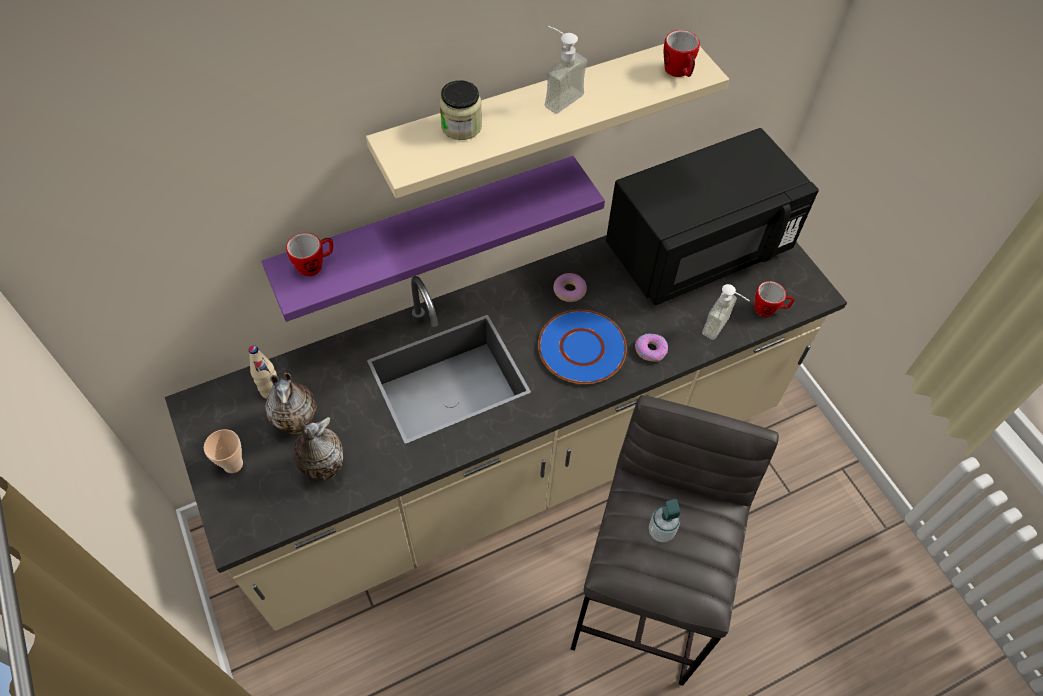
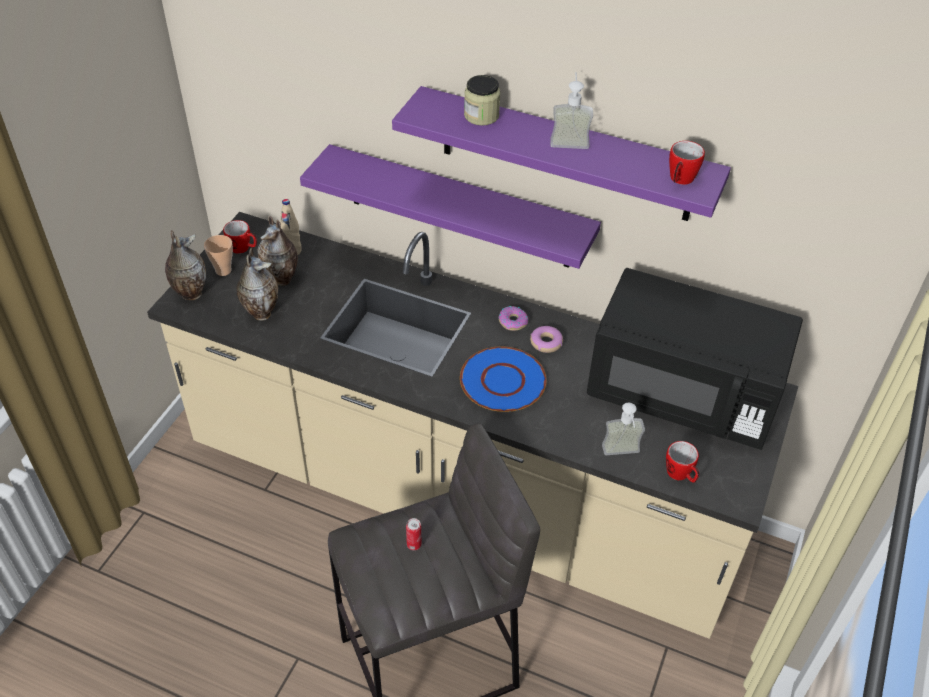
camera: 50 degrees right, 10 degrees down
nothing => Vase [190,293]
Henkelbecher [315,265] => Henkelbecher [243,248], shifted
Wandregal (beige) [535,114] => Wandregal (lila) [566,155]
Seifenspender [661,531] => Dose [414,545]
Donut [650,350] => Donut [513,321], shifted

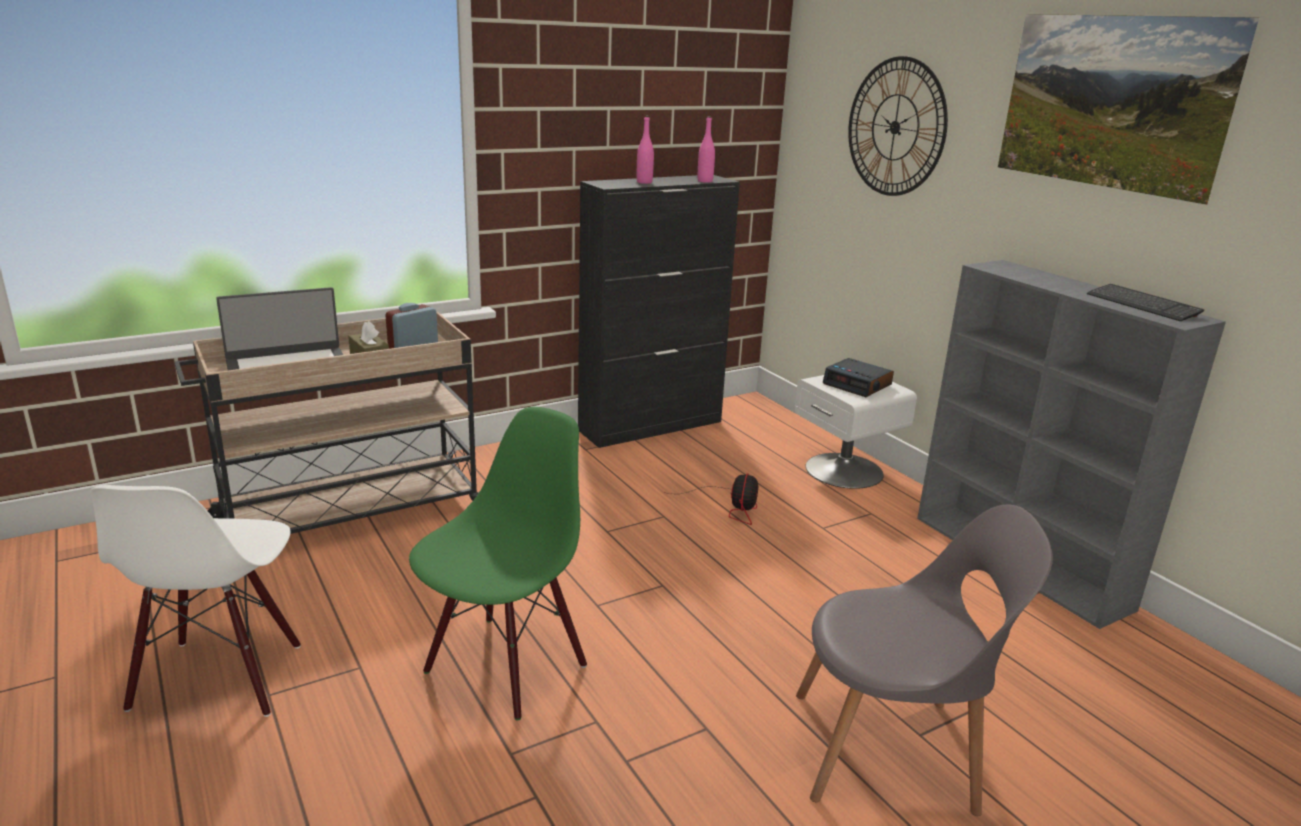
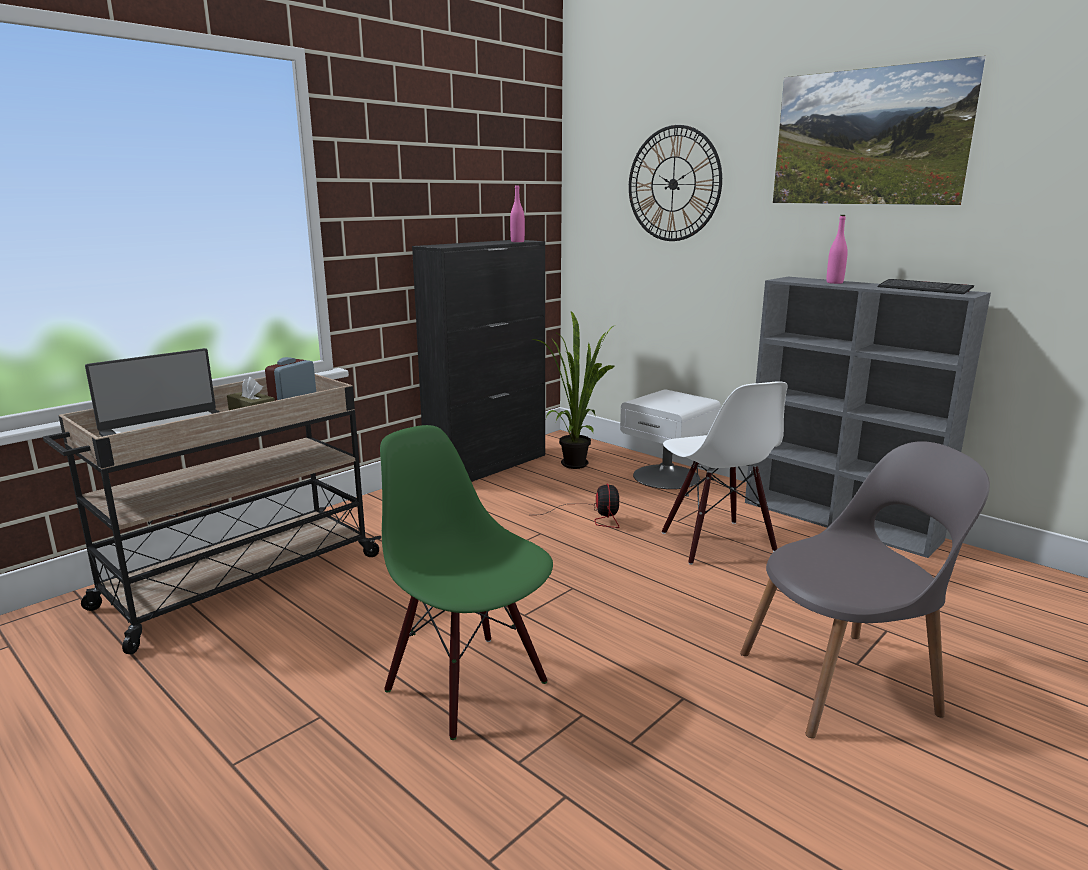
camera: 15 degrees left, 5 degrees down
Stuhl (grün) [505,666] => Stuhl (grün) [468,684], 60 degrees counterclockwise
nothing => Topfpflanze [577,462]
Stuhl (weiß) [219,678] => Stuhl (weiß) [716,542], shifted
Flasche (rosa) [644,182] => Flasche (rosa) [834,282], shifted
Wecker [858,385] => nothing

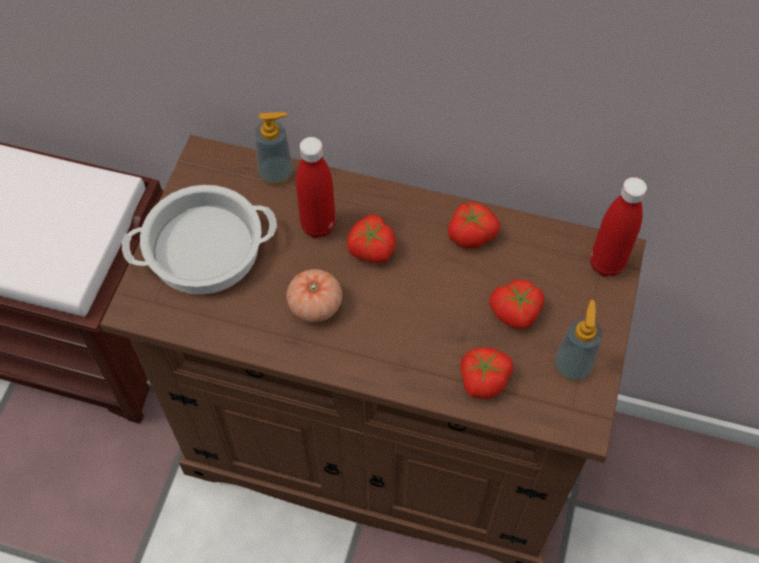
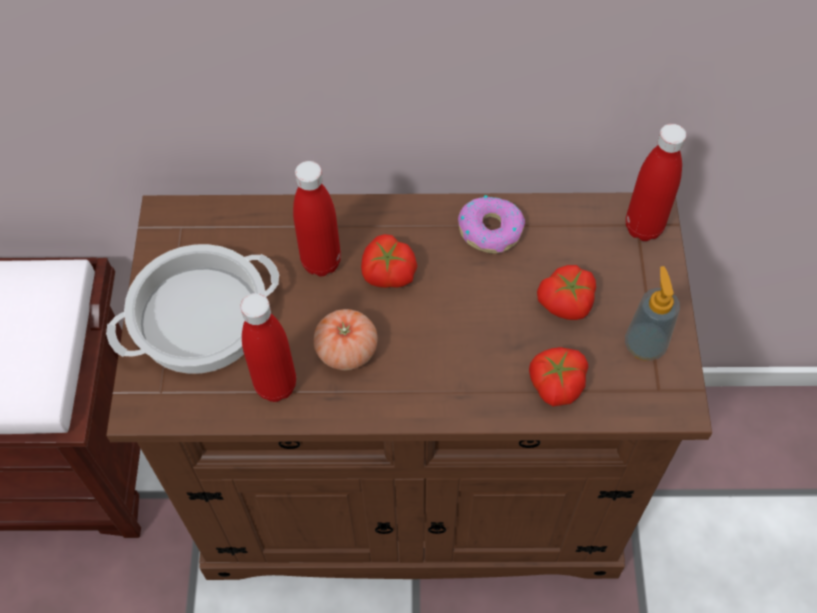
camera: 15 degrees left, 0 degrees up
nothing => Flasche (rot) [276,385]
Tomate [470,233] => Donut [490,230]
Seifenspender [276,173] => nothing

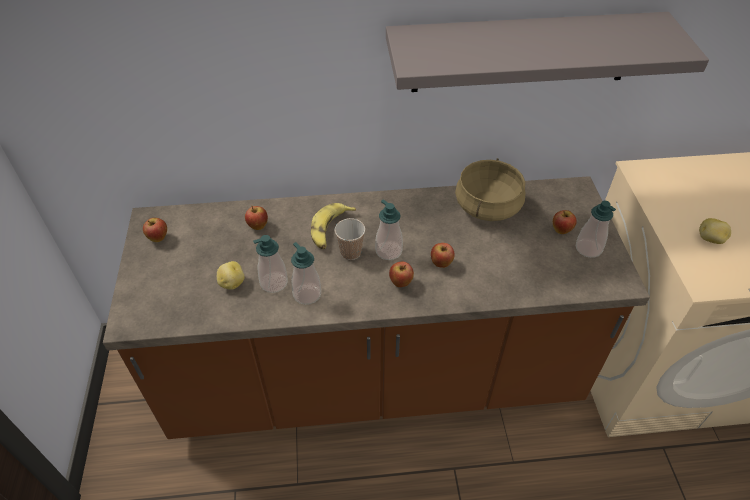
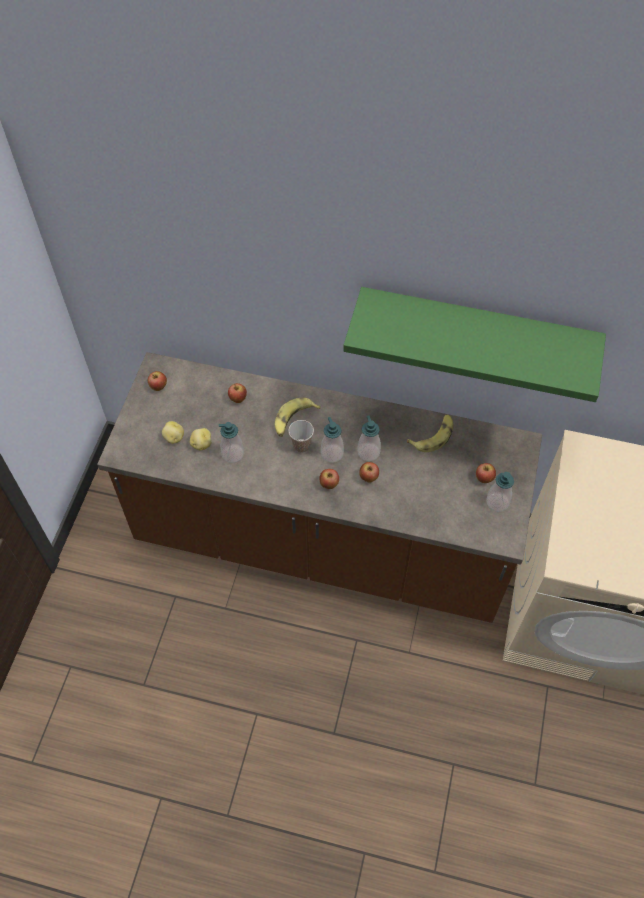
camera: 20 degrees right, 10 degrees up
Kartoffel [710,239] => Kartoffel [174,438], shifted
Wandregal (grau) [522,53] => Wandregal (grün) [477,330]
Seifenspender [307,294] => Seifenspender [368,452], shifted
Kochtopf (beige) [487,206] => Banane [433,436]

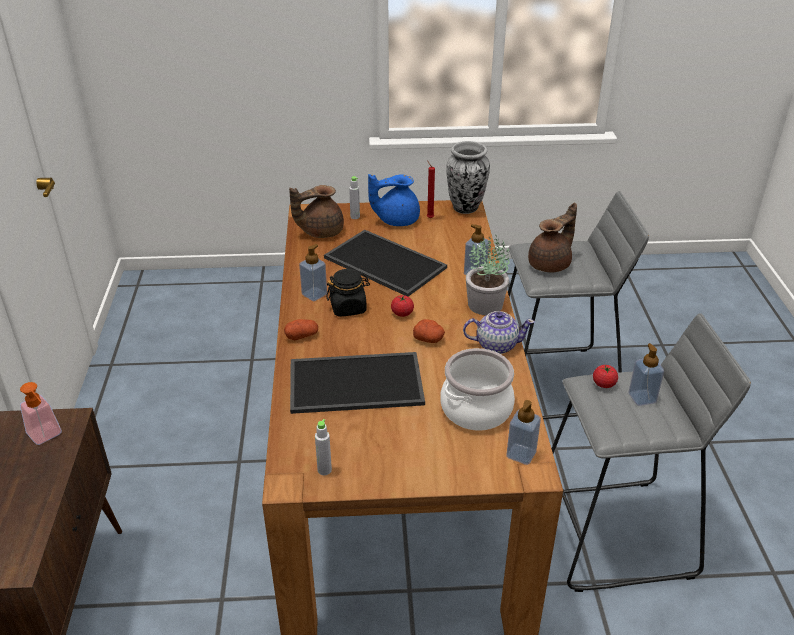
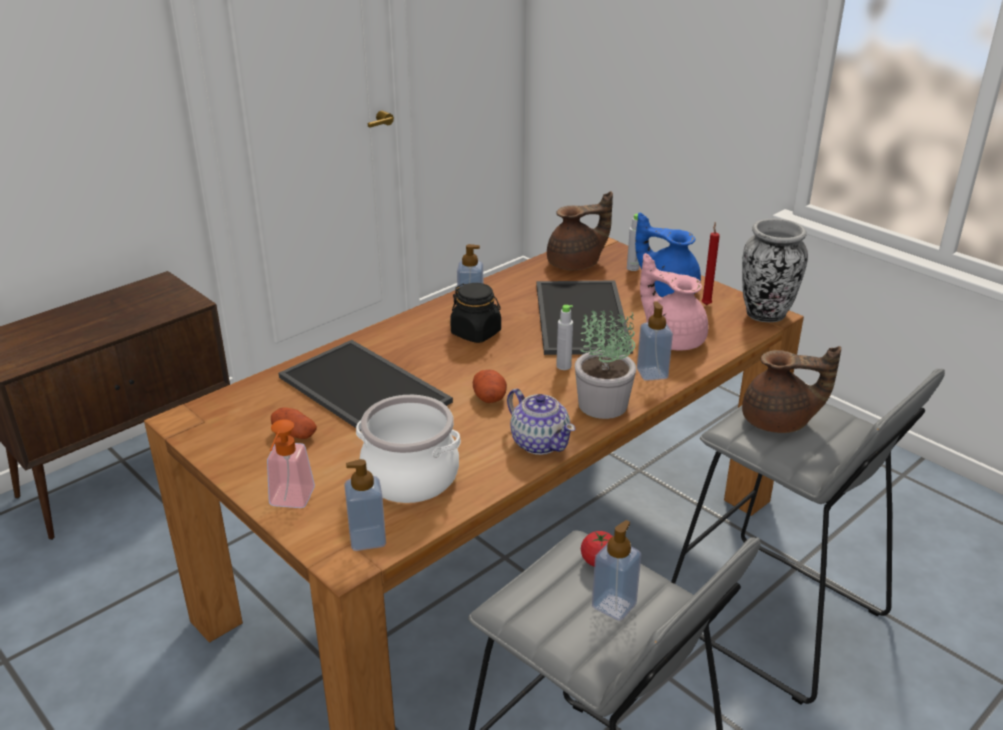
camera: 50 degrees right, 5 degrees down
Seifenspender [47,436] => Seifenspender [289,502], shifted
Kartoffel [302,336] => Kartoffel [295,434], shifted
Teekanne (braun) [320,231] => Teekanne (braun) [576,264], 135 degrees clockwise
Flasche (grau) [324,470] => Flasche (grau) [563,366], shifted
nothing => Teekanne (rosa) [672,338]
Tomate [402,313] => nothing

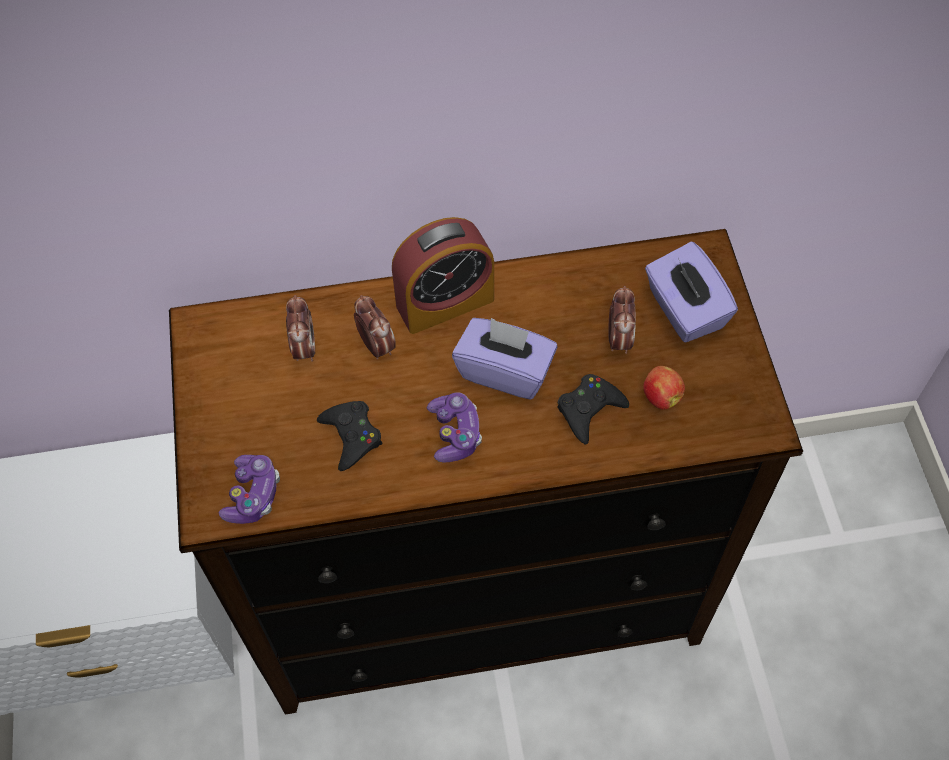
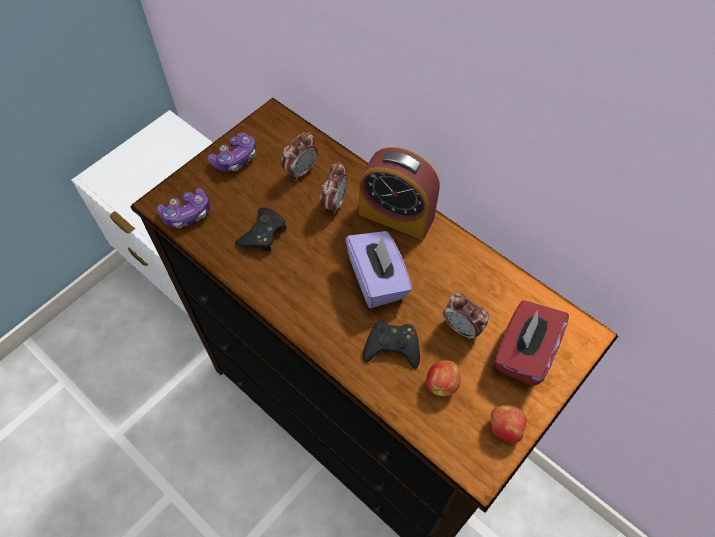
camera: 50 degrees right, 0 degrees up
Gamepad [455,433] => Gamepad [235,159], shifted
Wecker [619,339] => Wecker [462,328], 75 degrees clockwise
nothing => Apfel [504,428]
Taschentuchbox (lila) [684,310] => Taschentuchbox (rot) [523,353]

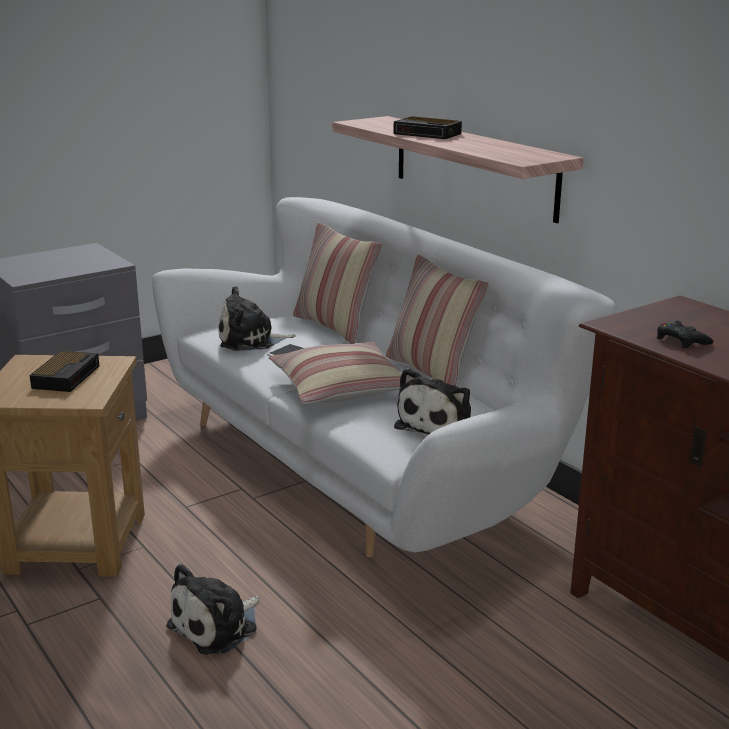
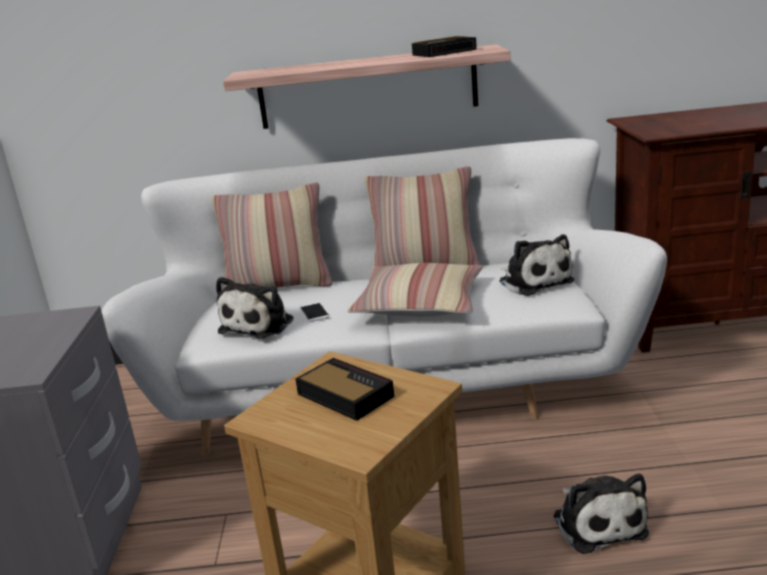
camera: 55 degrees left, 0 degrees up
Wecker [428,134] => Wecker [445,52], shifted
Gamepad (schwarz) [681,341] => nothing

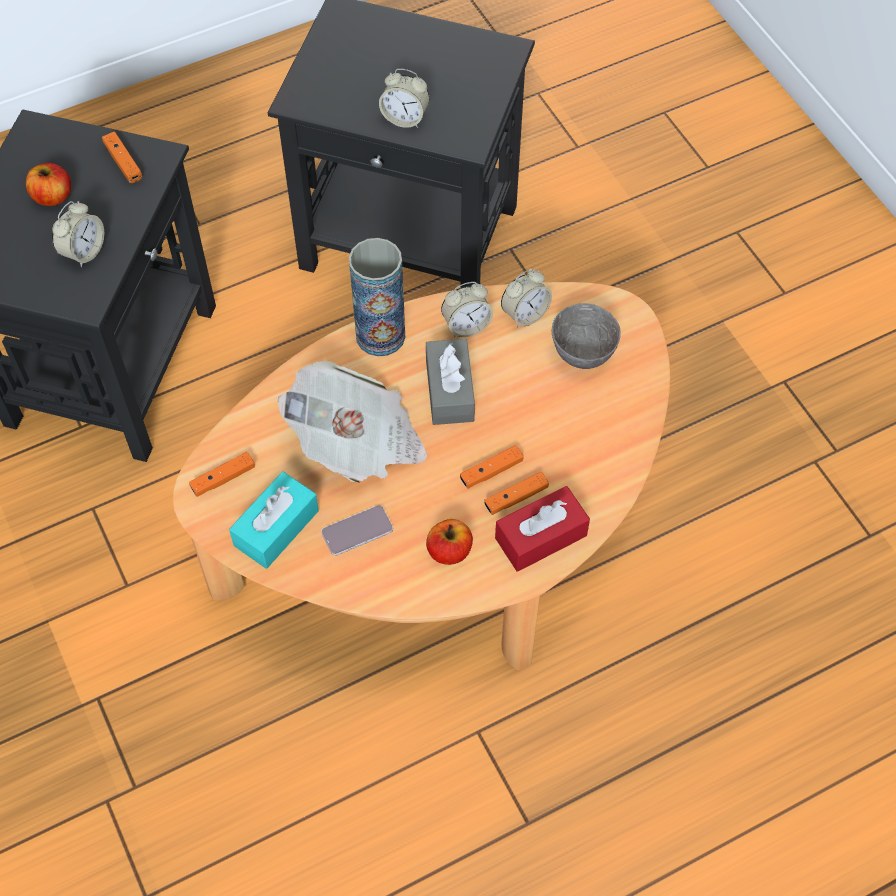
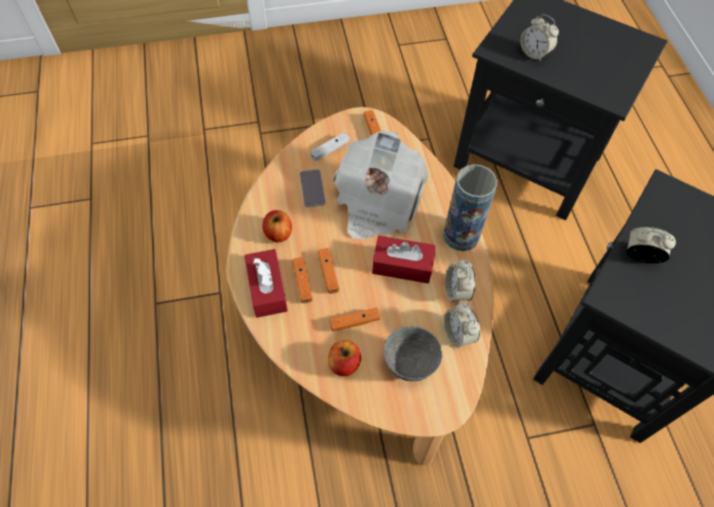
camera: 105 degrees right, 0 degrees up
Taschentuchbox (türkis) [276,528] => Gamepad (weiß) [330,150]
Apfel [53,196] => Apfel [344,363], shifted
Gamepad (orange) [123,162] => Gamepad (orange) [354,322], shifted
Taschentuchbox (grau) [449,390] => Taschentuchbox (rot) [402,265]
Wecker [405,118] => Wecker [641,256], 75 degrees clockwise

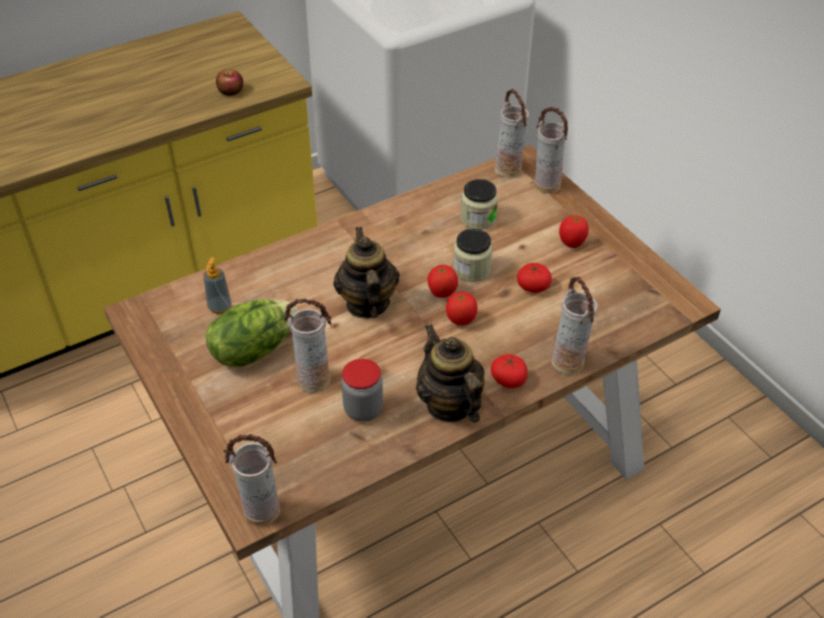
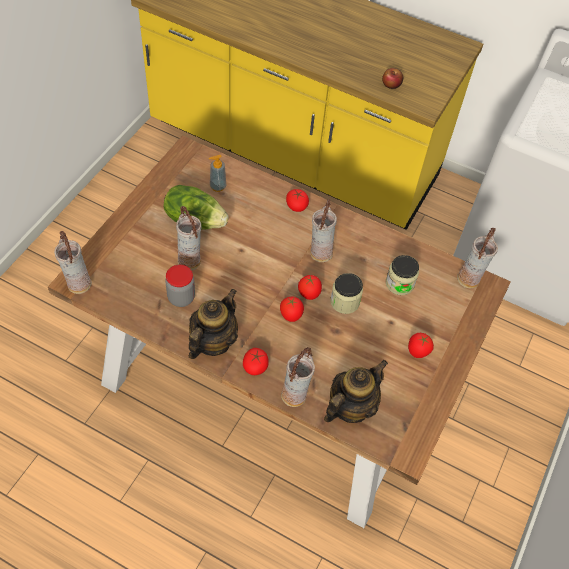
camera: 55 degrees right, 10 degrees up
Tomate [533,286] => Tomate [296,206], shifted
Vase [546,186] => Vase [320,253], shifted
Teekanne [367,304] => Teekanne [350,407], shifted

